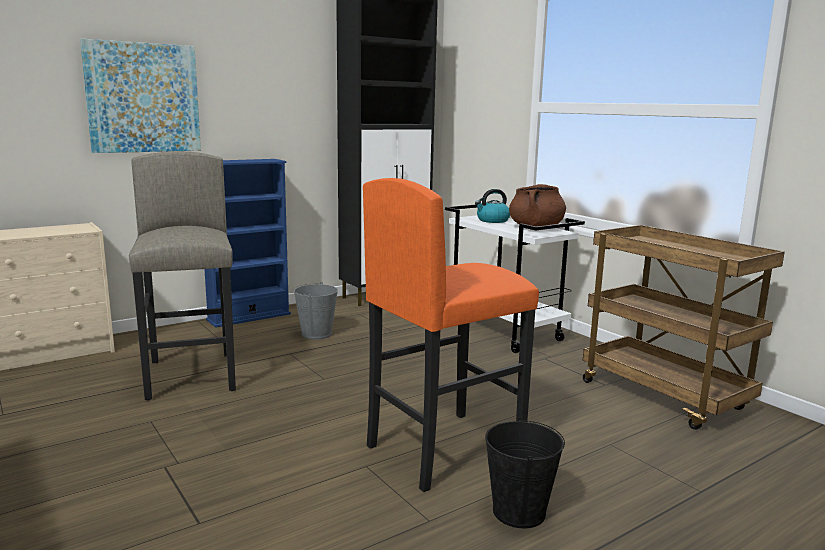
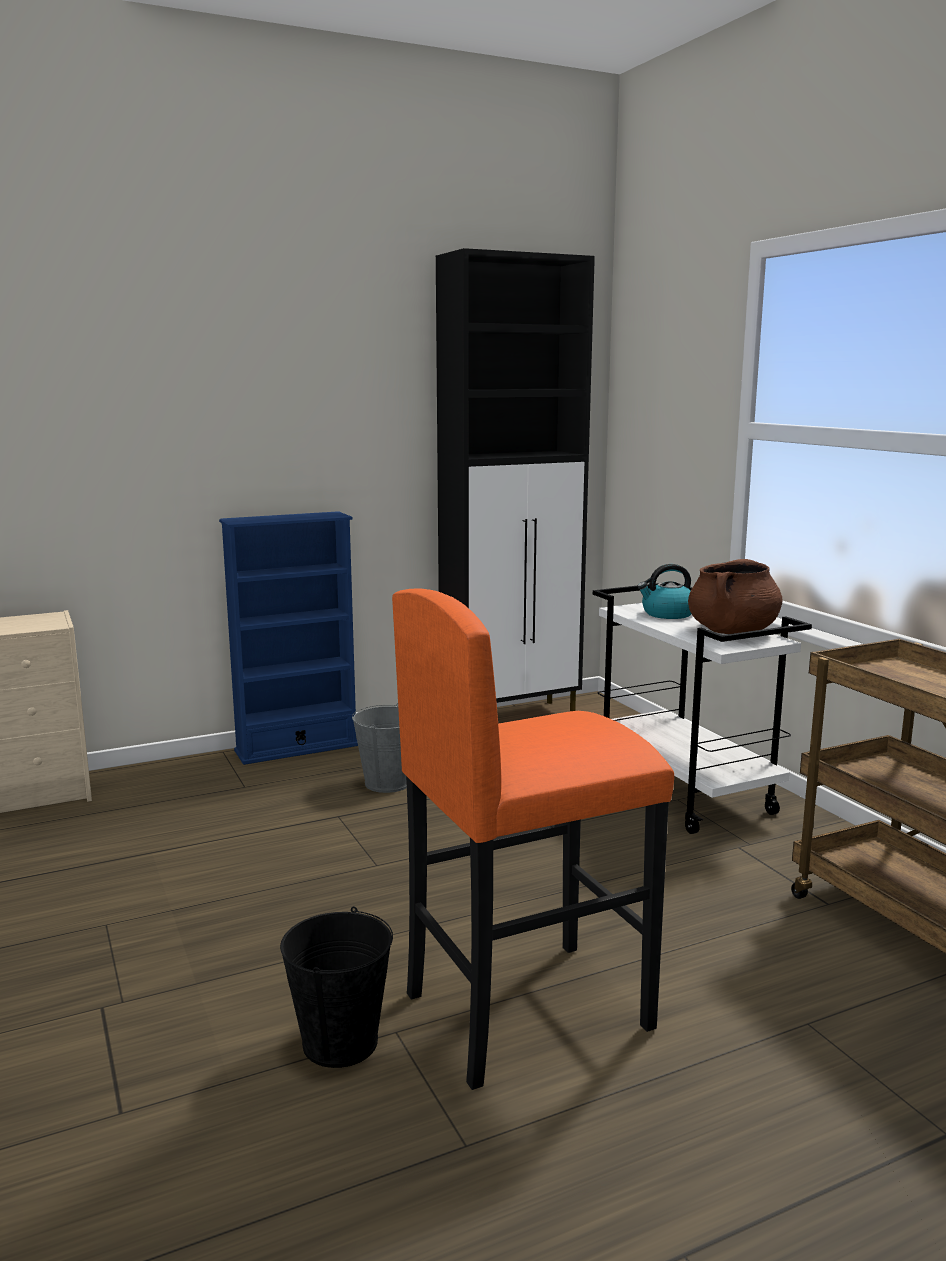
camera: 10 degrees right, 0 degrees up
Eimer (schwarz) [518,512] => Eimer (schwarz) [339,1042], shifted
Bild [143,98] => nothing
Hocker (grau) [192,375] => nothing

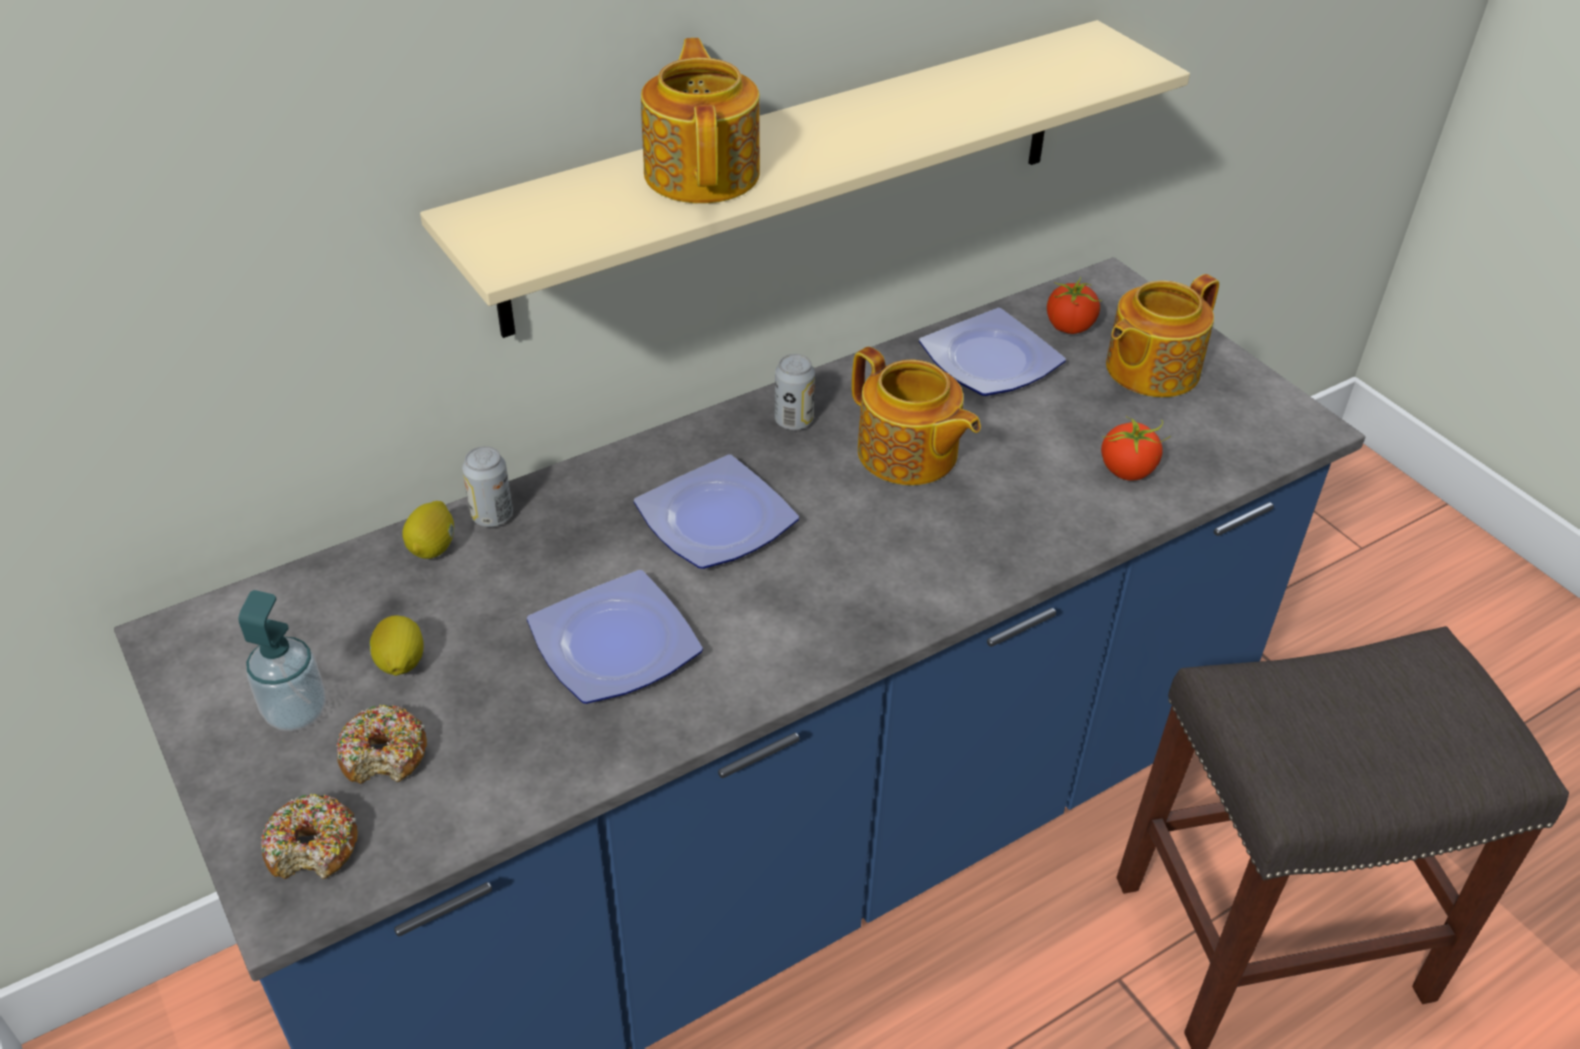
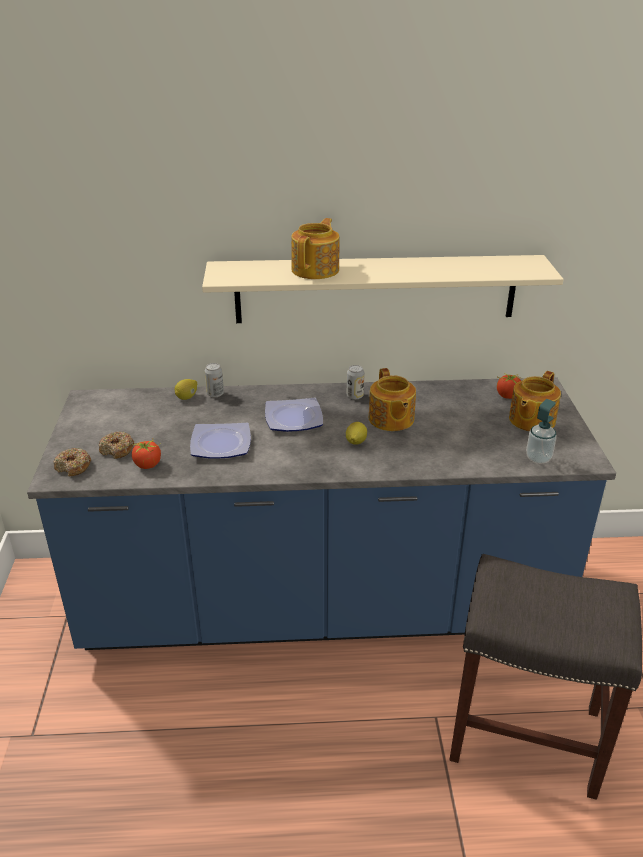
camera: 30 degrees right, 10 degrees down
Tomate [1127,470] => Tomate [148,465], shifted
Zitrone [400,664] => Zitrone [355,442], shifted
Teekanne [1149,369] => Teekanne [530,420], 45 degrees counterclockwise
Seifenspender [296,712] => Seifenspender [538,458], shifted
Teller [990,359] => nothing

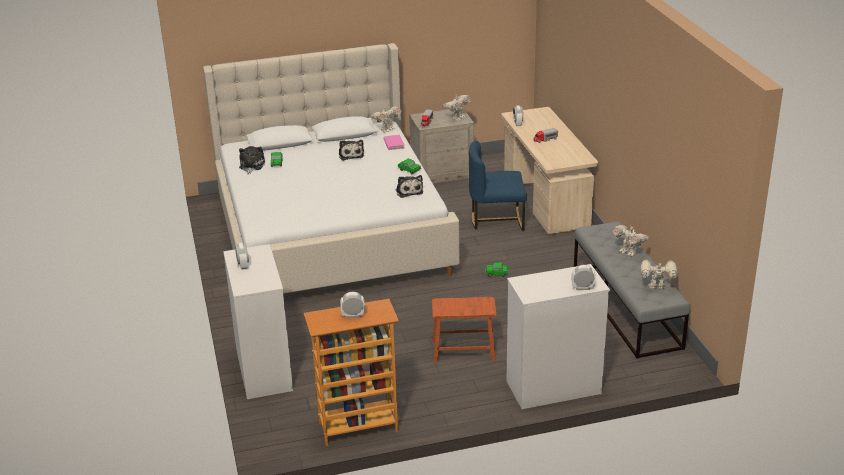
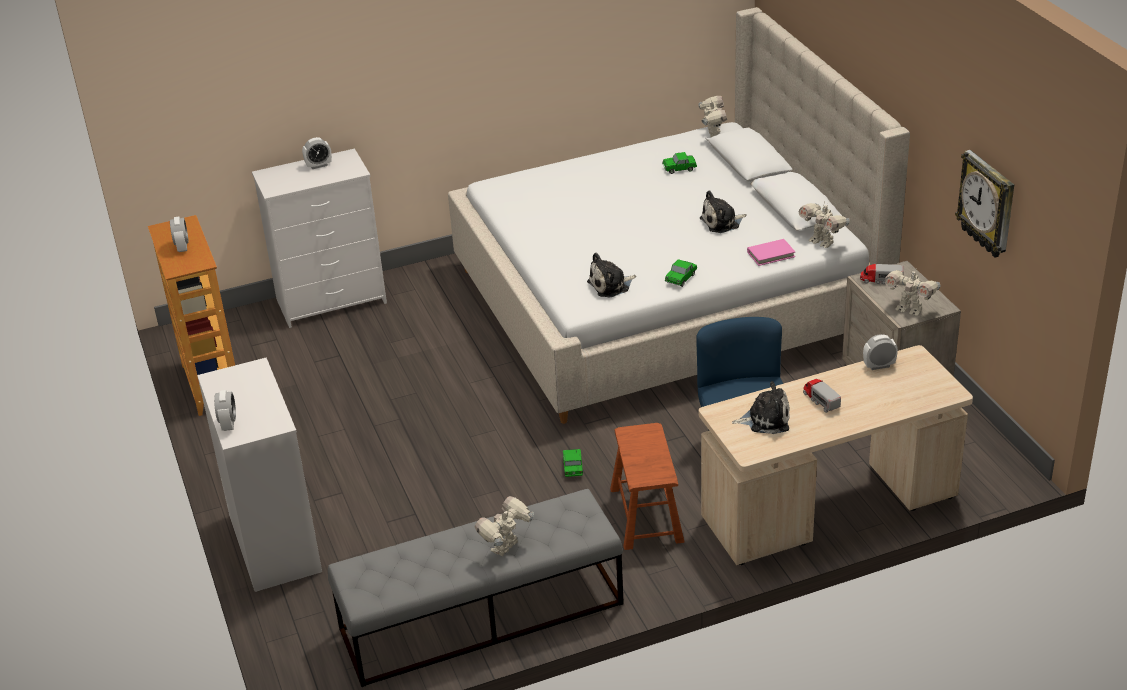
camera: 85 degrees right, 5 degrees up
Hocker (braun) [463,349] => Hocker (braun) [646,515], shifted
Spielzeugroboter [657,288] => Spielzeugroboter [713,134], shifted
Plüschtier [251,166] => Plüschtier [765,419], shifted
nothing => Wanduhr [987,204]

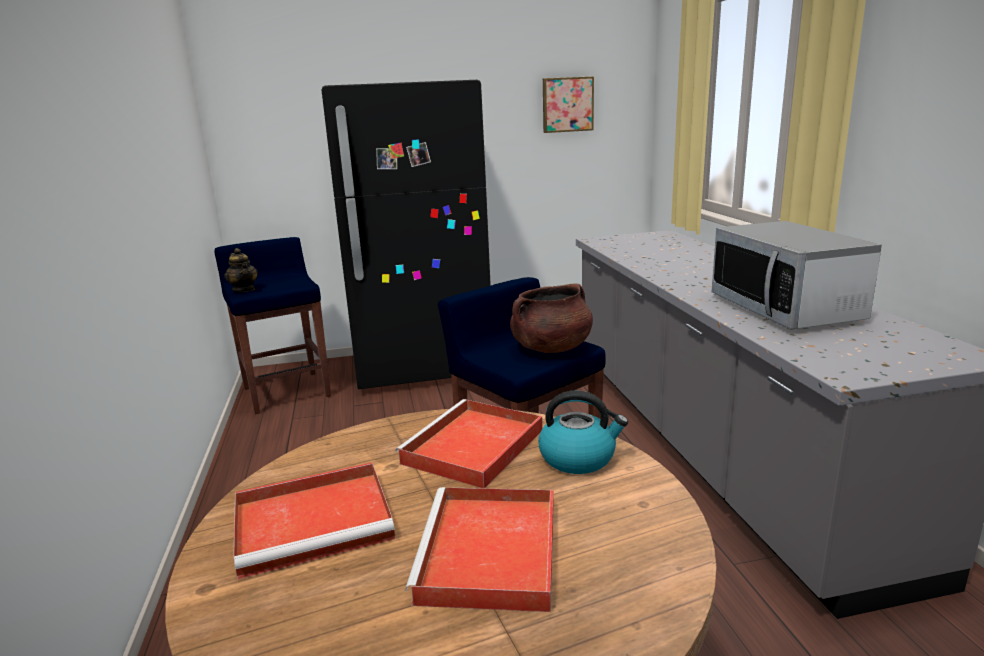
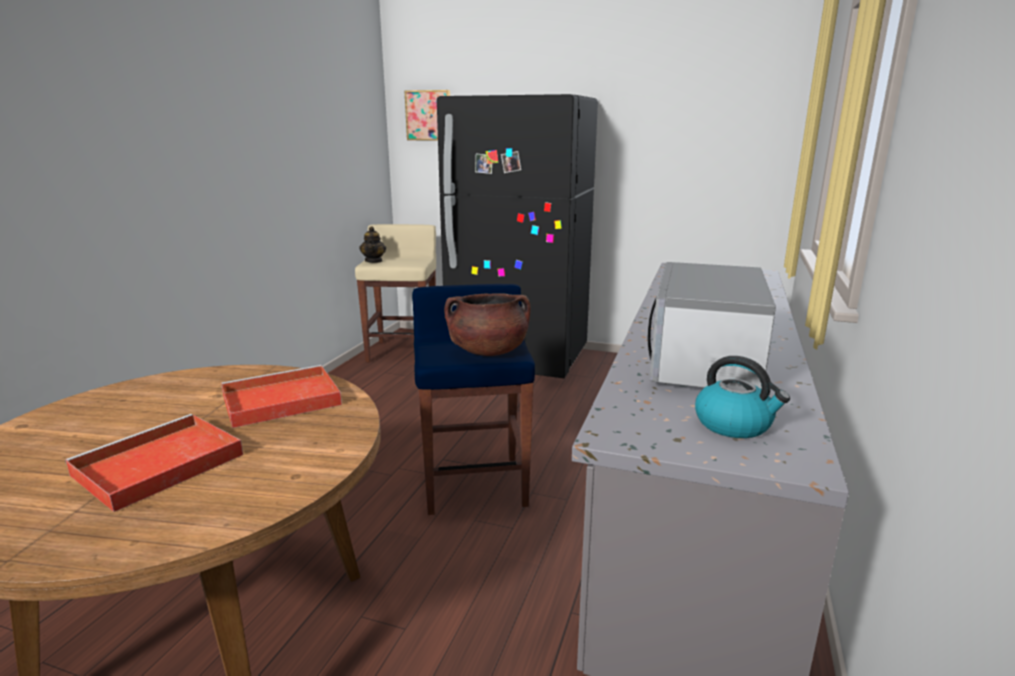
camera: 30 degrees right, 0 degrees up
Hocker (blau) [286,391] => Hocker (beige) [403,352]
Bild [567,104] => Bild [429,115], shifted
Wasserkessel [578,458] => Wasserkessel [734,424], shifted
Tablett (rot) [317,521] => nothing

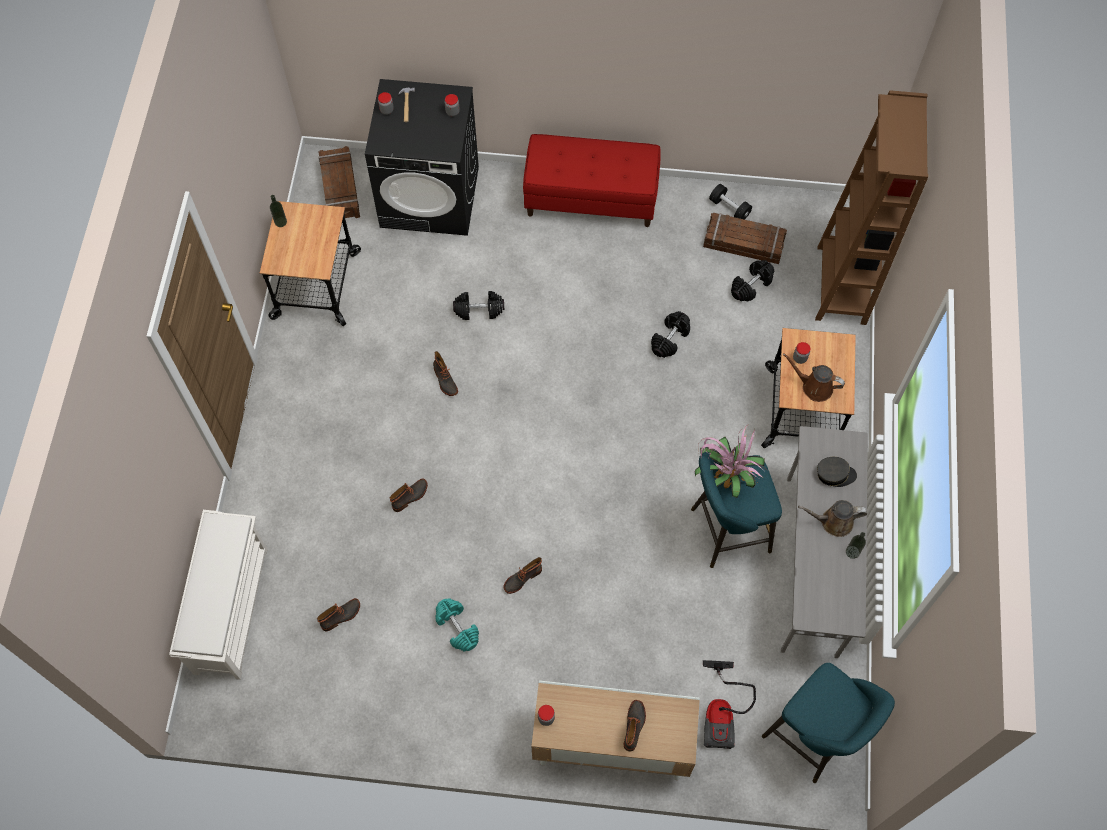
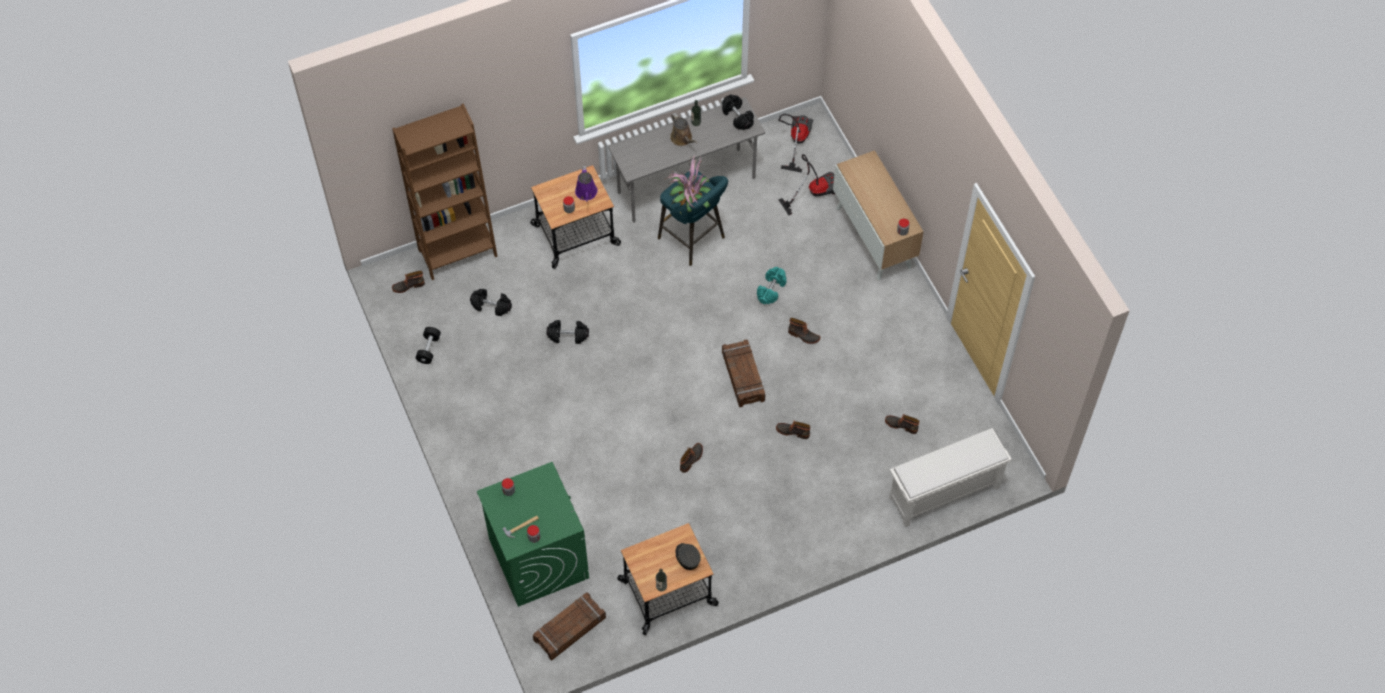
camera: 120 degrees left, 5 degrees down
Stiefel [634,726] => Stiefel [408,285], shifted
Waschmaschine (schwarz) [430,197] => Waschmaschine (grün) [538,558]
Gießkanne (braun) [814,387] => Gießkanne (lila) [586,193]
Kappe (grau) [835,474] => Kappe (grau) [687,558], shifted
Hantel (schwarz) [479,310] => Hantel (schwarz) [737,117], shifted
Kiste [743,243] => Kiste [743,376], shifted
Hantel (türkis) [457,628] => Hantel (türkis) [771,290], shifted
Hocker (türkis) [814,738] => Staubsauger [796,141]
Bank (rot) [591,199] => nothing

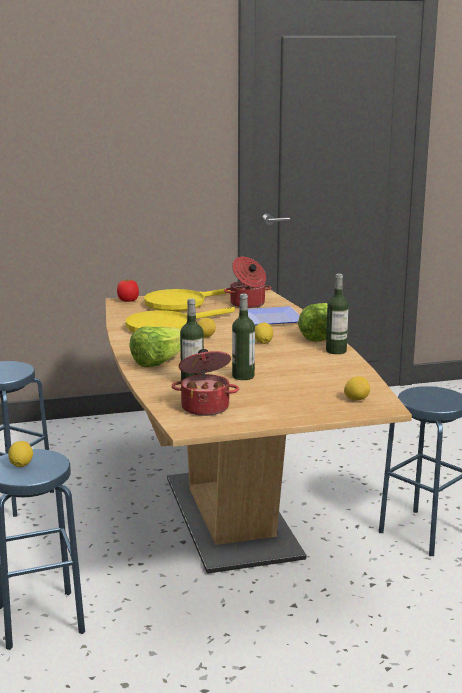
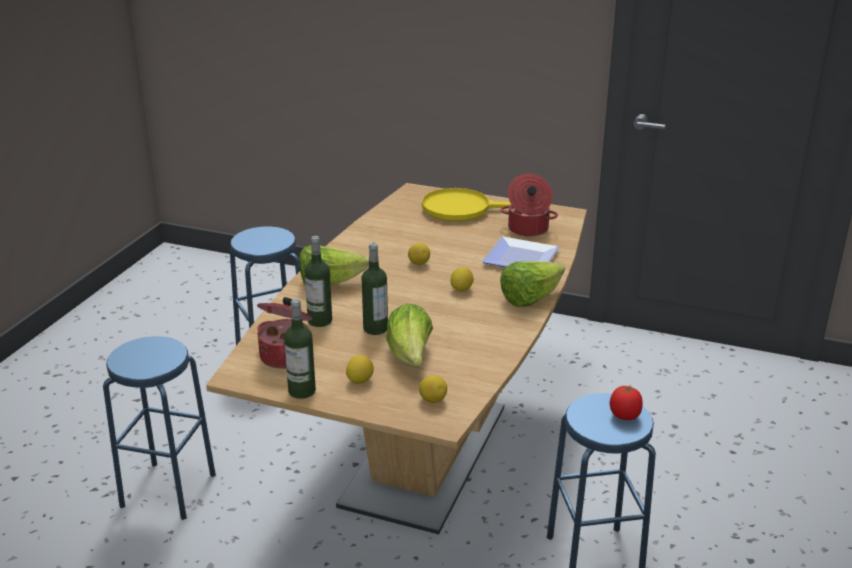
camera: 35 degrees right, 10 degrees up
Flasche [336,351] => Flasche [302,391], shifted
Zitrone [21,465] => Zitrone [360,380], shifted
nothing => Salatkopf [410,357]
Tomate [128,301] => Tomate [625,416], shifted
Pfanne (gelb) [167,326] => nothing

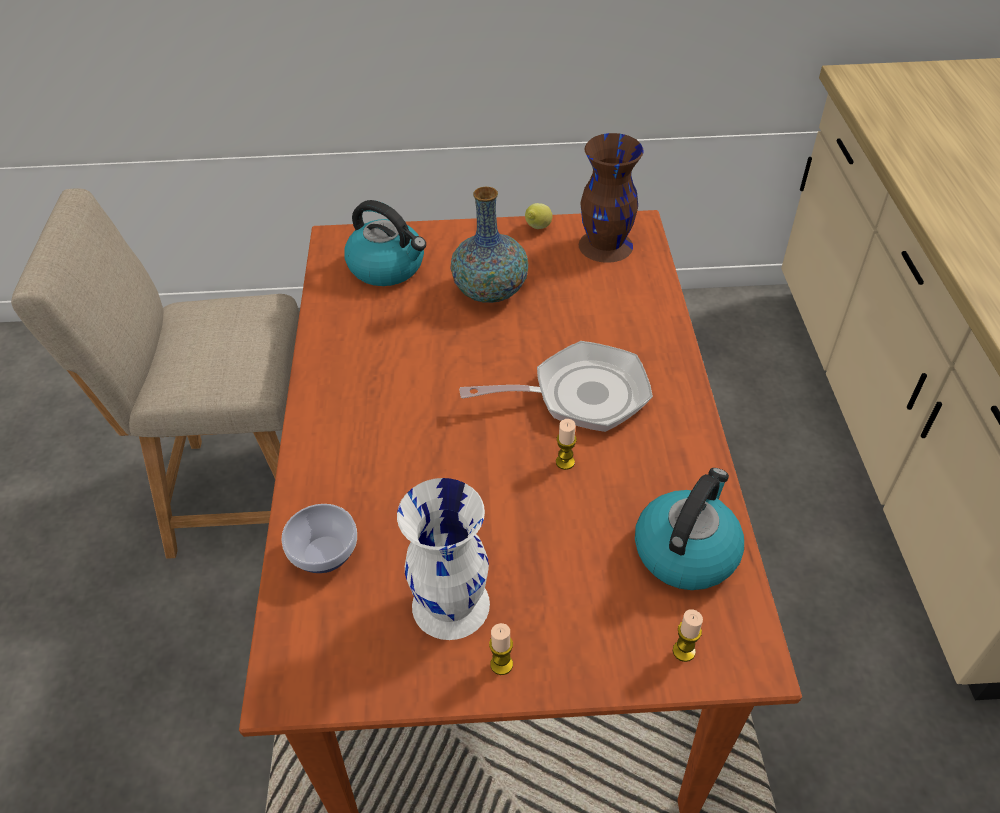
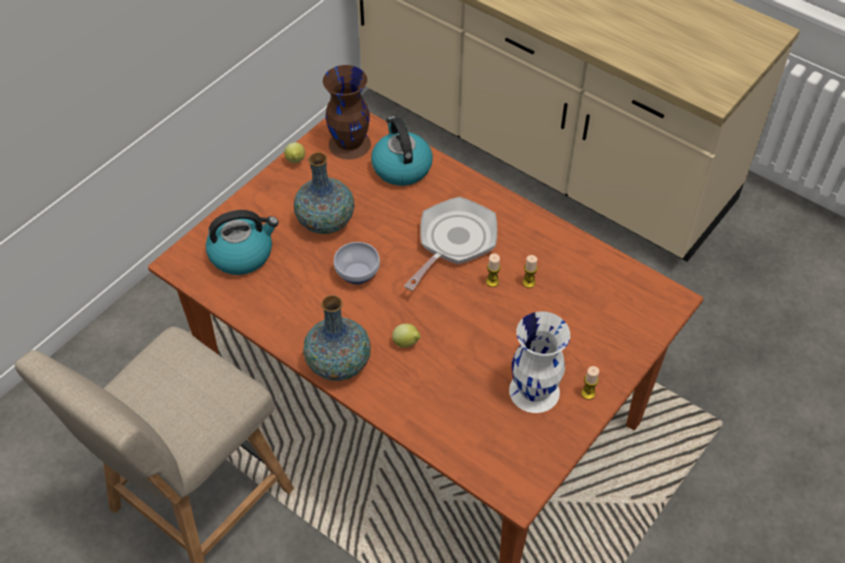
camera: 50 degrees left, 5 degrees up
nothing => Vase [339,364]
Schüssel [323,554] => Schüssel [356,274], shifted
Wasserkessel [686,550] => Wasserkessel [401,167], shifted
nothing => Zitrone [407,343]
Kerze [684,651] => Kerze [528,282], shifted

